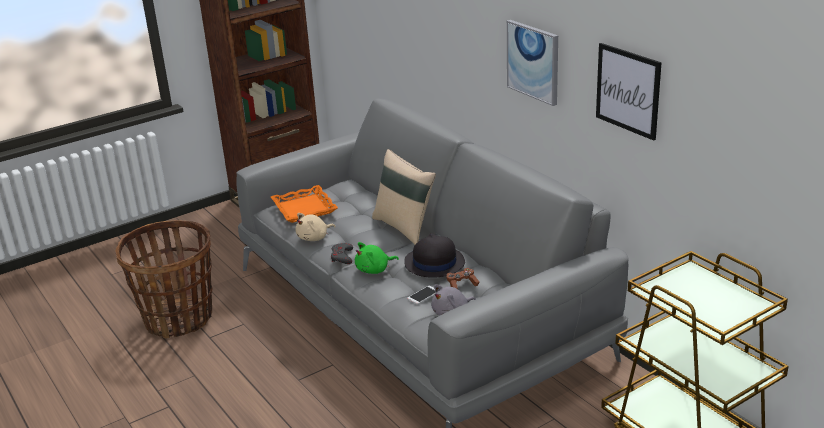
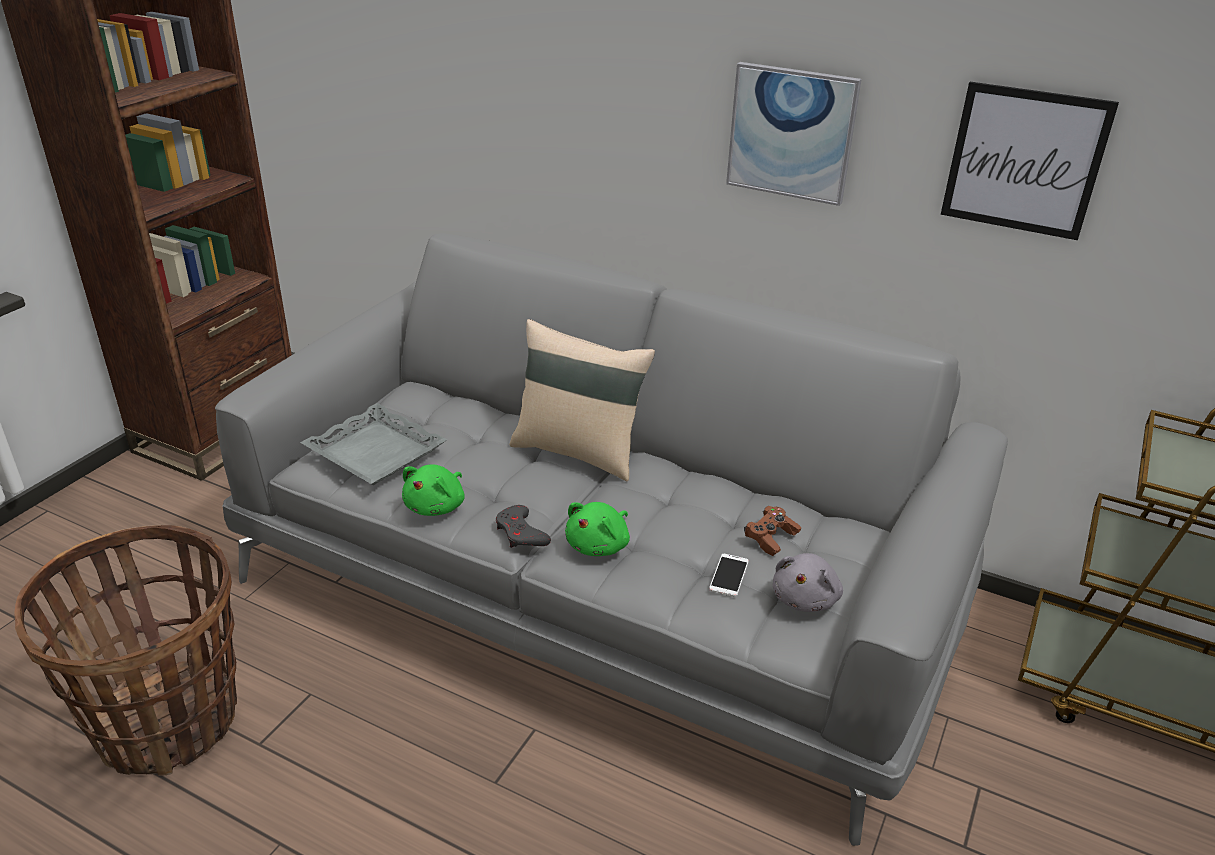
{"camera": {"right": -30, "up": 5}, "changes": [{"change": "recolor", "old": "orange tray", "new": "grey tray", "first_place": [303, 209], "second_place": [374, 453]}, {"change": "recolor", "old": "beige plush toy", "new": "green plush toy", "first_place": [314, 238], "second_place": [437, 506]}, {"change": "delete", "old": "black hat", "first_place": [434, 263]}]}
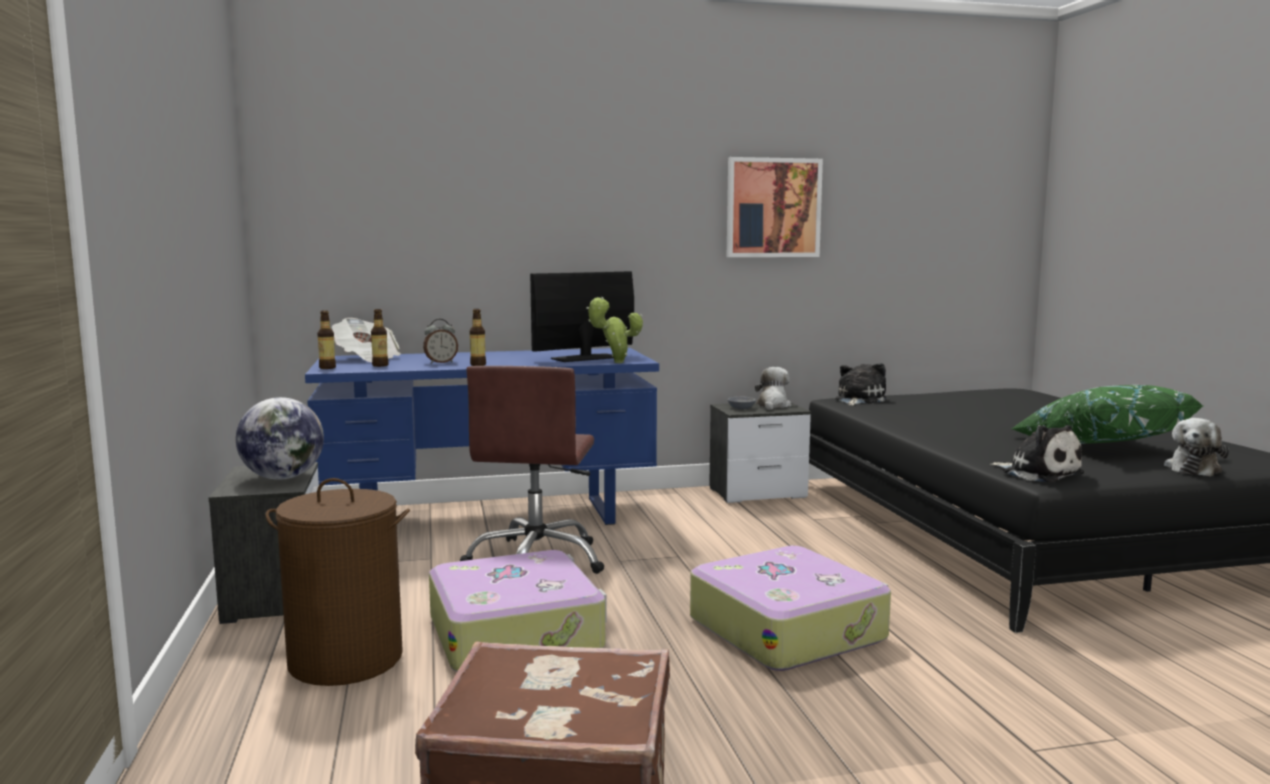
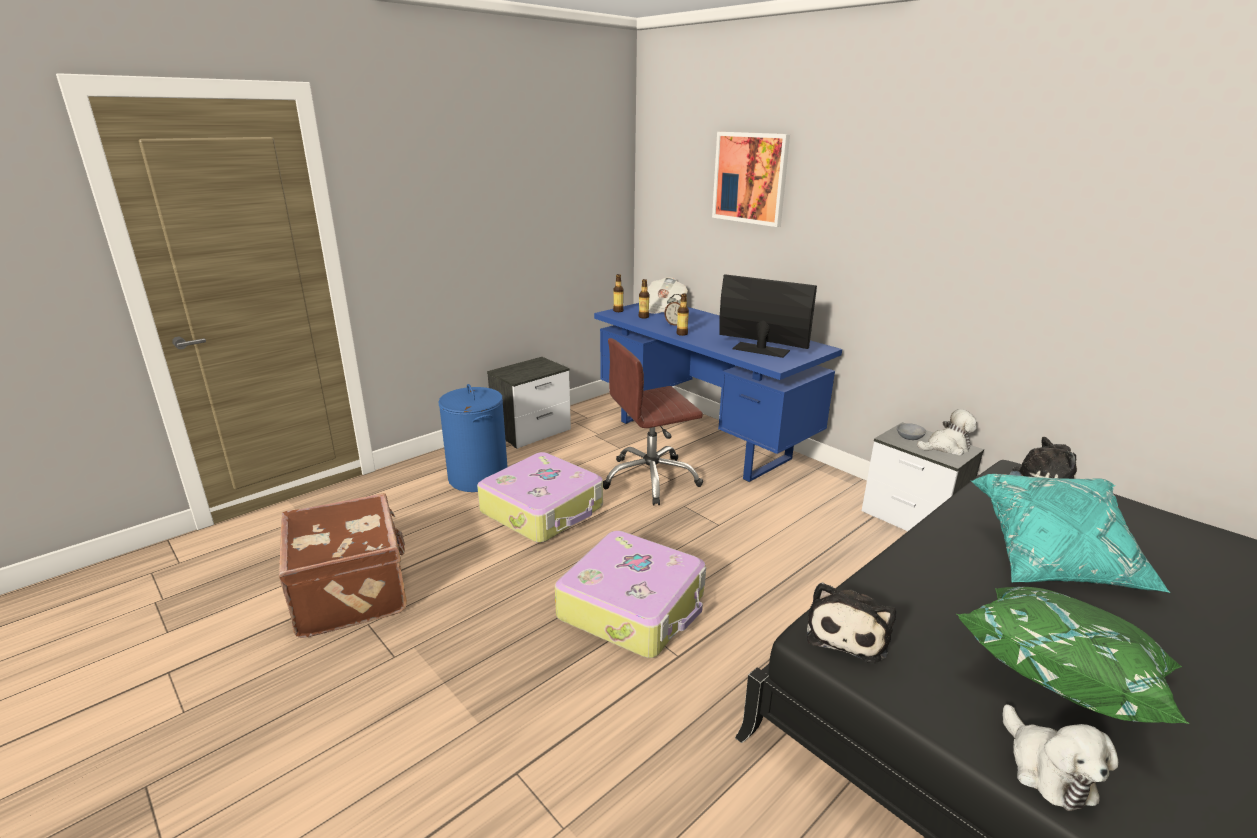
{"camera": {"right": 60, "up": 15}, "changes": [{"change": "move", "old": "picture", "first_place": [773, 208], "second_place": [750, 178]}, {"change": "delete", "old": "potted plant", "first_place": [615, 362]}, {"change": "delete", "old": "globe", "first_place": [282, 478]}, {"change": "rotate", "old": "plush toy", "first_place": [1193, 468], "second_place": [1047, 769], "degrees": -105}, {"change": "recolor", "old": "brown laundry basket", "new": "blue laundry basket", "first_place": [346, 660], "second_place": [478, 477]}, {"change": "insert", "new": "turquoise pillow", "second_place": [1055, 558]}]}
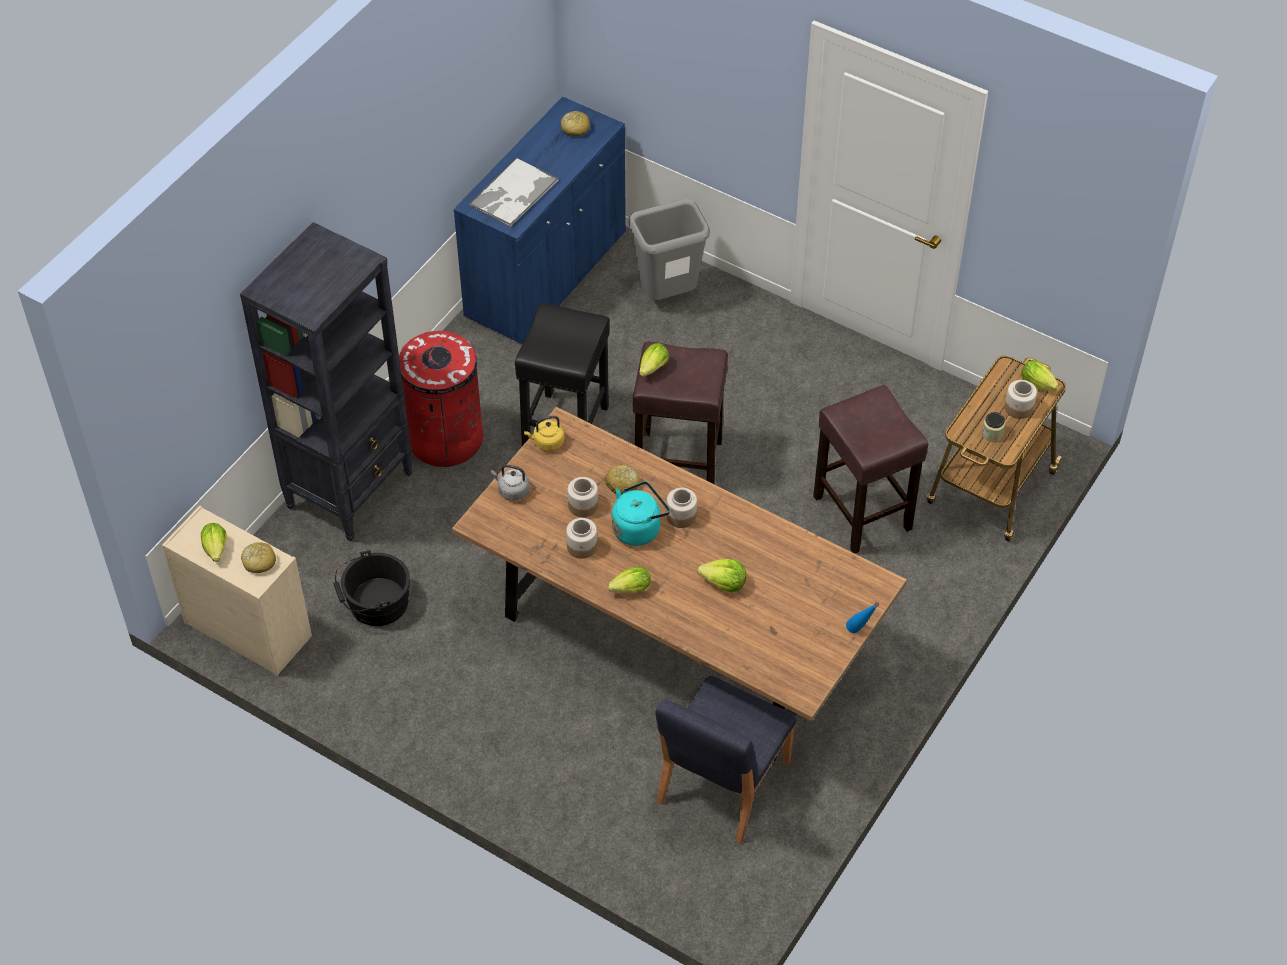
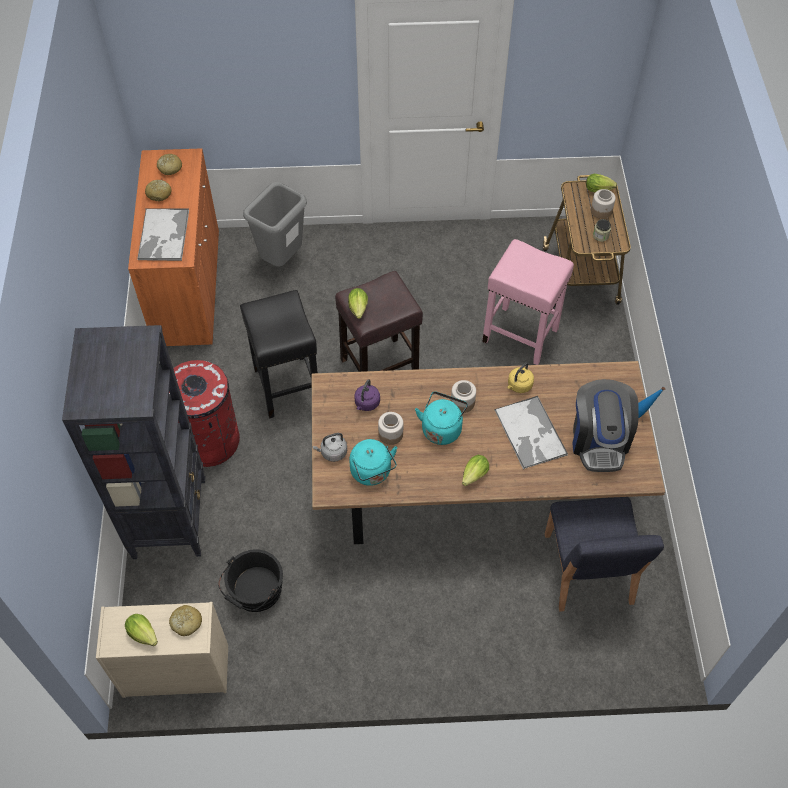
{"camera": {"right": -35, "up": 5}, "changes": [{"change": "recolor", "old": "blue cabinet", "new": "orange cabinet", "first_place": [546, 275], "second_place": [188, 288]}, {"change": "recolor", "old": "brown stool", "new": "pink stool", "first_place": [863, 514], "second_place": [521, 335]}, {"change": "move", "old": "yellow kettle", "first_place": [547, 442], "second_place": [519, 386]}, {"change": "move", "old": "bread", "first_place": [622, 484], "second_place": [159, 194]}, {"change": "delete", "old": "jar", "first_place": [582, 547]}, {"change": "replace", "old": "lettuce", "new": "tray", "first_place": [724, 583], "second_place": [530, 433]}, {"change": "insert", "new": "purple kettle", "second_place": [366, 404]}, {"change": "insert", "new": "coffee machine", "second_place": [599, 440]}, {"change": "insert", "new": "turquoise kettle", "second_place": [372, 473]}]}
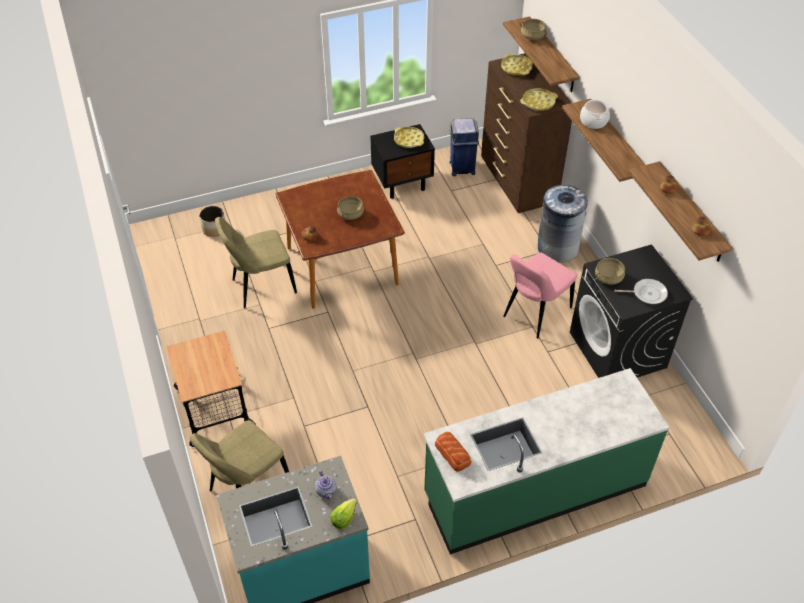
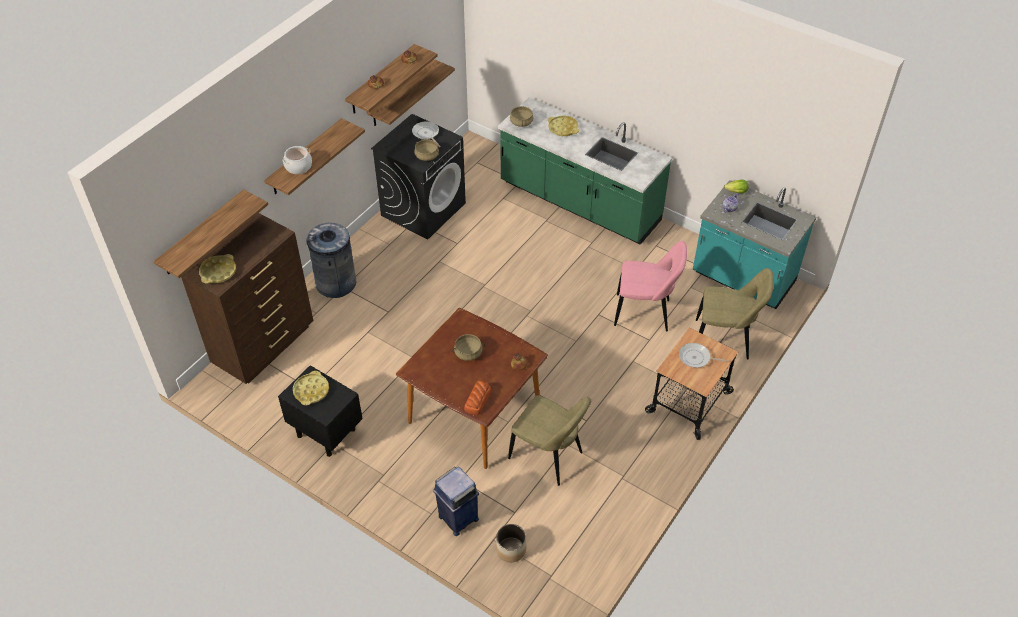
{"camera": {"right": -125, "up": 0}, "changes": [{"change": "move", "old": "beige cooking pot", "first_place": [532, 36], "second_place": [521, 122]}, {"change": "move", "old": "yellow tray", "first_place": [538, 102], "second_place": [563, 128]}, {"change": "move", "old": "blue trash can", "first_place": [462, 167], "second_place": [457, 518]}, {"change": "move", "old": "pink chair", "first_place": [535, 314], "second_place": [645, 313]}, {"change": "move", "old": "bread", "first_place": [452, 453], "second_place": [477, 400]}, {"change": "insert", "new": "shelf", "second_place": [401, 93]}, {"change": "insert", "new": "frying pan", "second_place": [696, 358]}]}
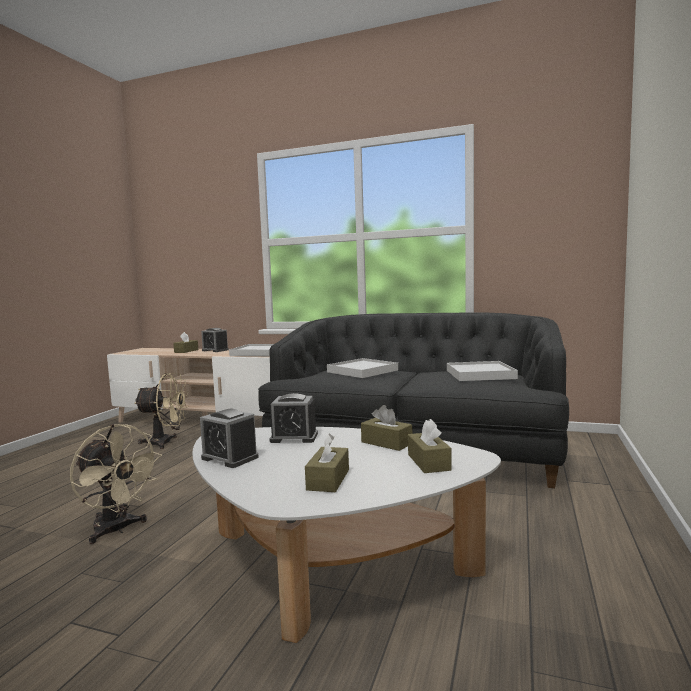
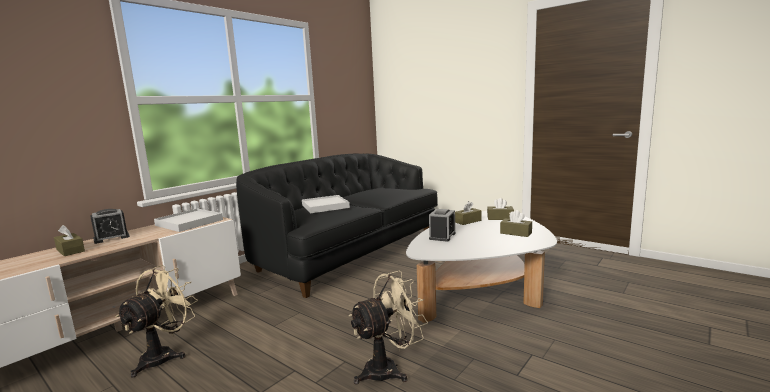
{"camera": {"right": -70, "up": 5}, "changes": [{"change": "delete", "old": "white tray", "first_place": [480, 374]}, {"change": "delete", "old": "alarm clock", "first_place": [230, 458]}]}
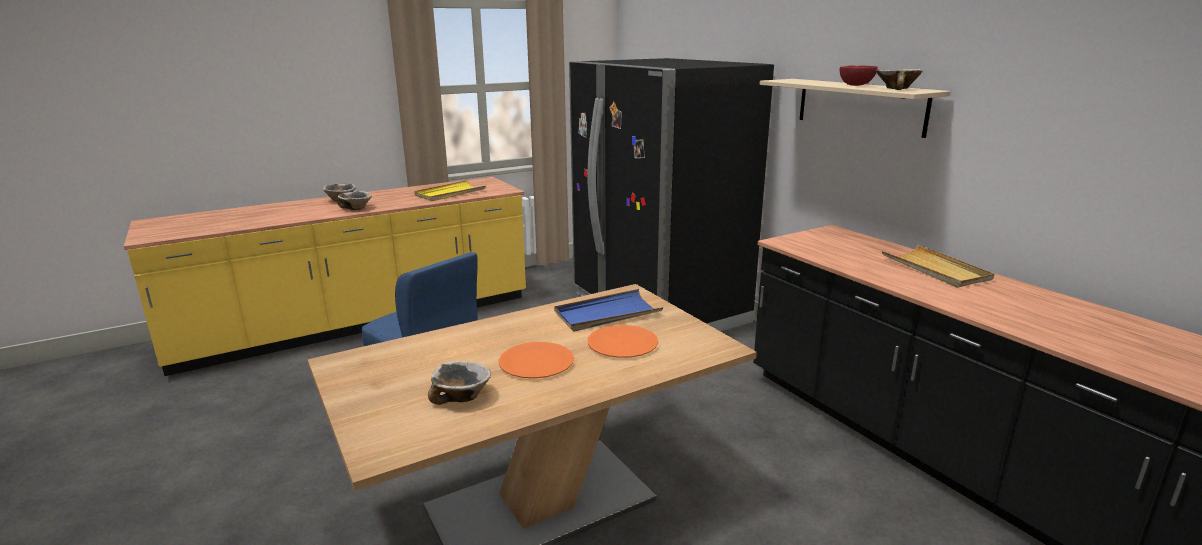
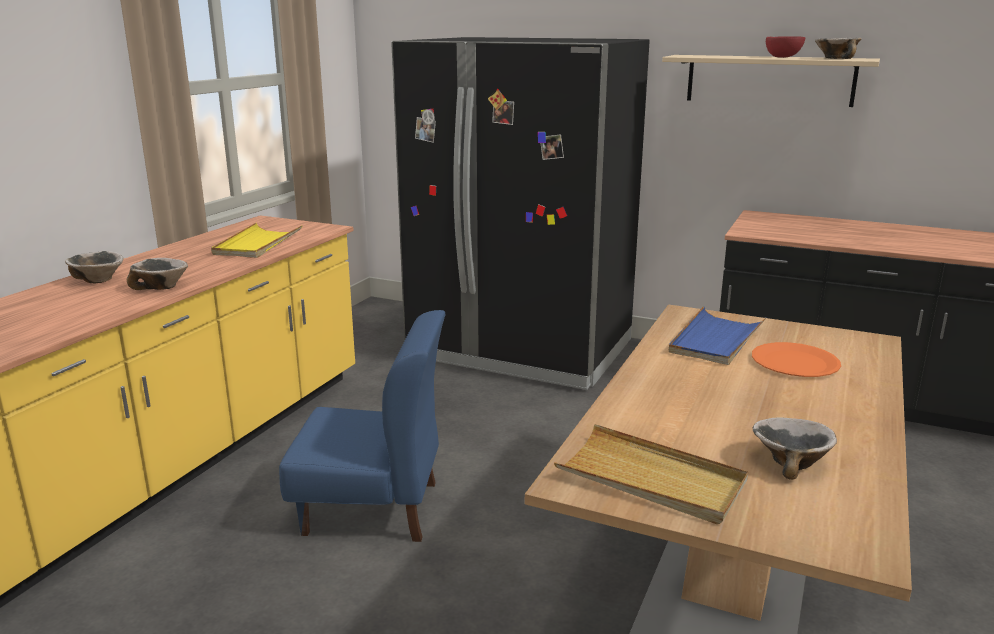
{"camera": {"right": -35, "up": 0}, "changes": [{"change": "move", "old": "beige tray", "first_place": [935, 269], "second_place": [651, 479]}, {"change": "delete", "old": "orange plate", "first_place": [536, 362]}]}
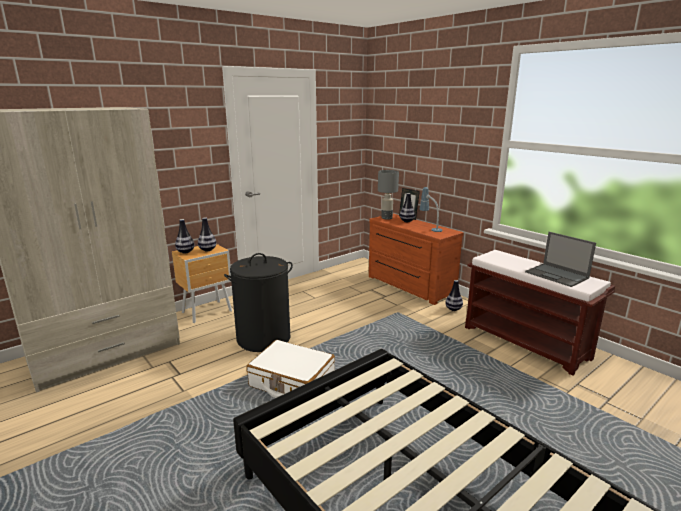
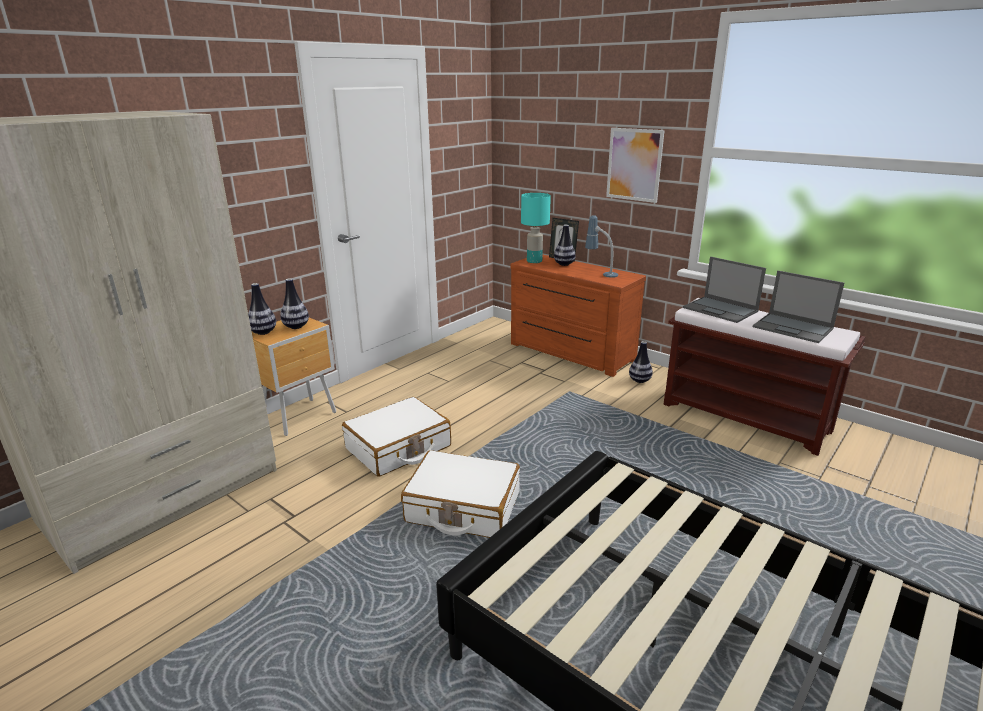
{"camera": {"right": -10, "up": 5}, "changes": [{"change": "recolor", "old": "grey table lamp", "new": "turquoise table lamp", "first_place": [386, 218], "second_place": [534, 261]}, {"change": "replace", "old": "black laundry basket", "new": "white suitcase", "first_place": [263, 338], "second_place": [398, 448]}, {"change": "insert", "new": "picture", "second_place": [634, 165]}, {"change": "insert", "new": "laptop", "second_place": [721, 310]}]}
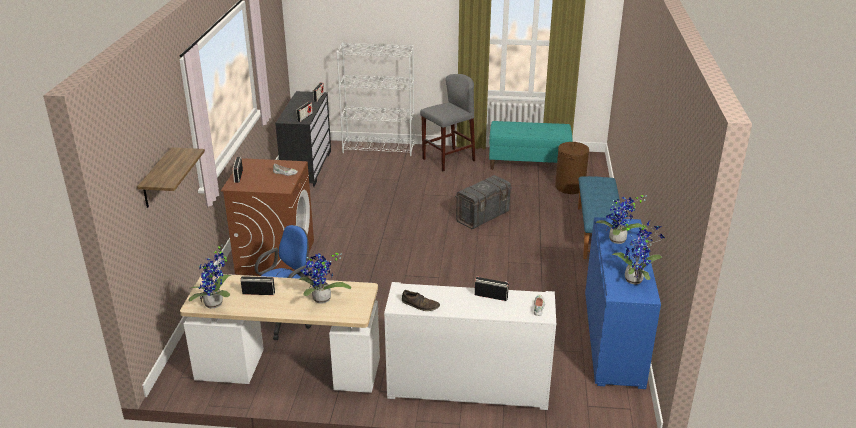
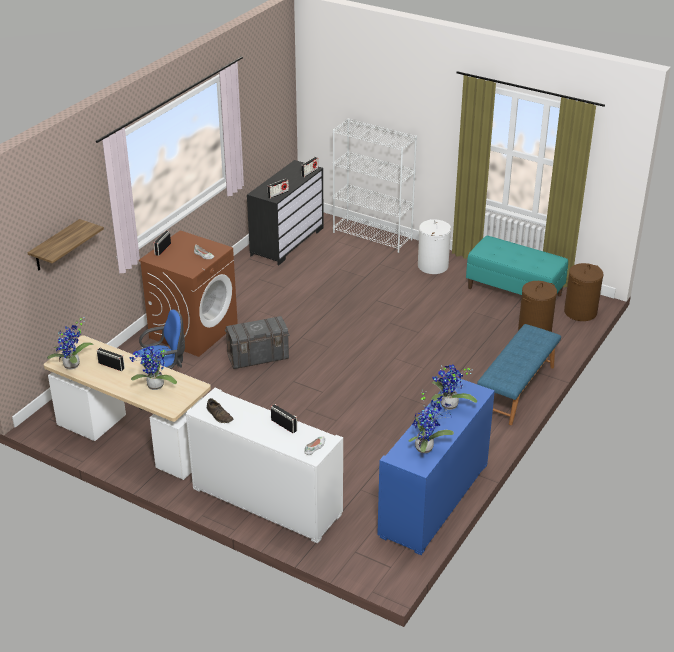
{"camera": {"right": 25, "up": 5}, "changes": [{"change": "replace", "old": "grey stool", "new": "white laundry basket", "first_place": [448, 159], "second_place": [433, 266]}, {"change": "move", "old": "grey storage box", "first_place": [483, 216], "second_place": [258, 357]}, {"change": "insert", "new": "brown laundry basket", "second_place": [580, 312]}]}
